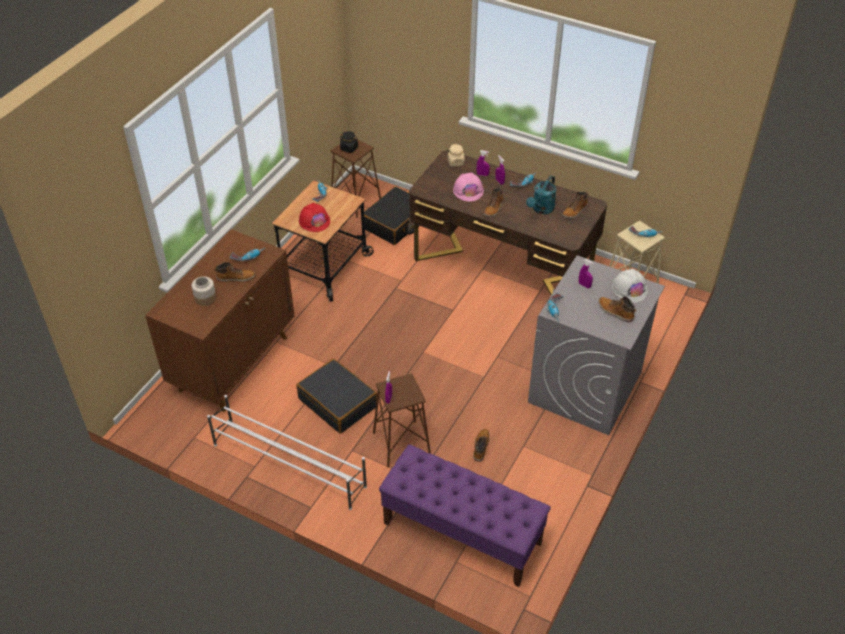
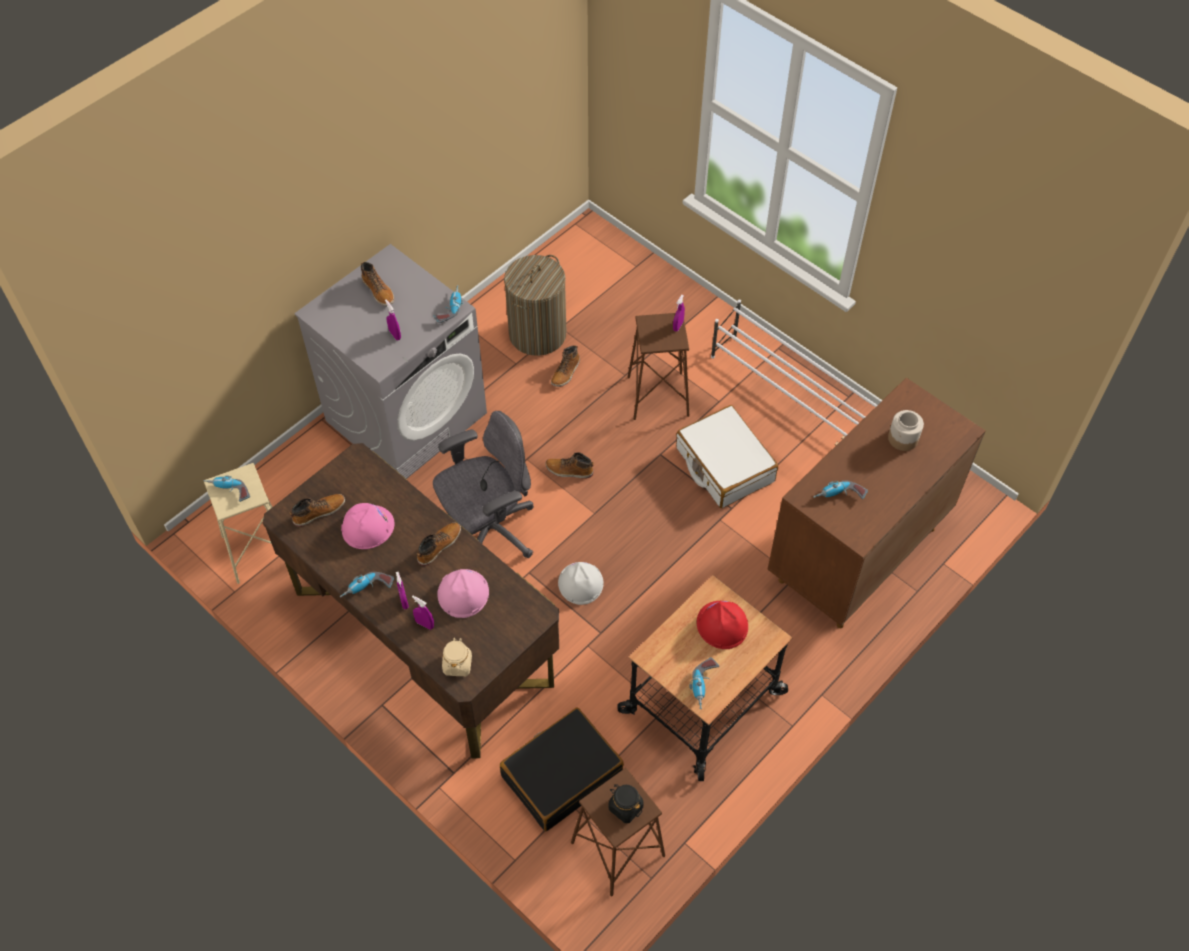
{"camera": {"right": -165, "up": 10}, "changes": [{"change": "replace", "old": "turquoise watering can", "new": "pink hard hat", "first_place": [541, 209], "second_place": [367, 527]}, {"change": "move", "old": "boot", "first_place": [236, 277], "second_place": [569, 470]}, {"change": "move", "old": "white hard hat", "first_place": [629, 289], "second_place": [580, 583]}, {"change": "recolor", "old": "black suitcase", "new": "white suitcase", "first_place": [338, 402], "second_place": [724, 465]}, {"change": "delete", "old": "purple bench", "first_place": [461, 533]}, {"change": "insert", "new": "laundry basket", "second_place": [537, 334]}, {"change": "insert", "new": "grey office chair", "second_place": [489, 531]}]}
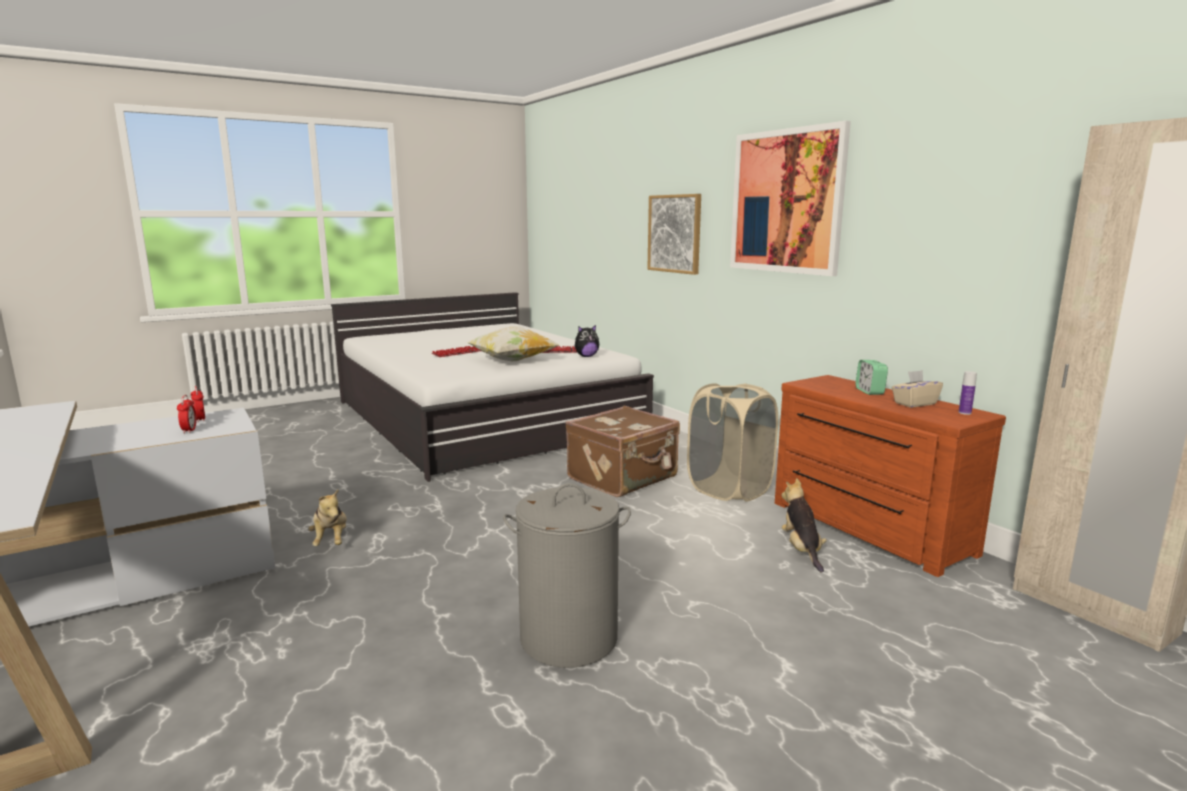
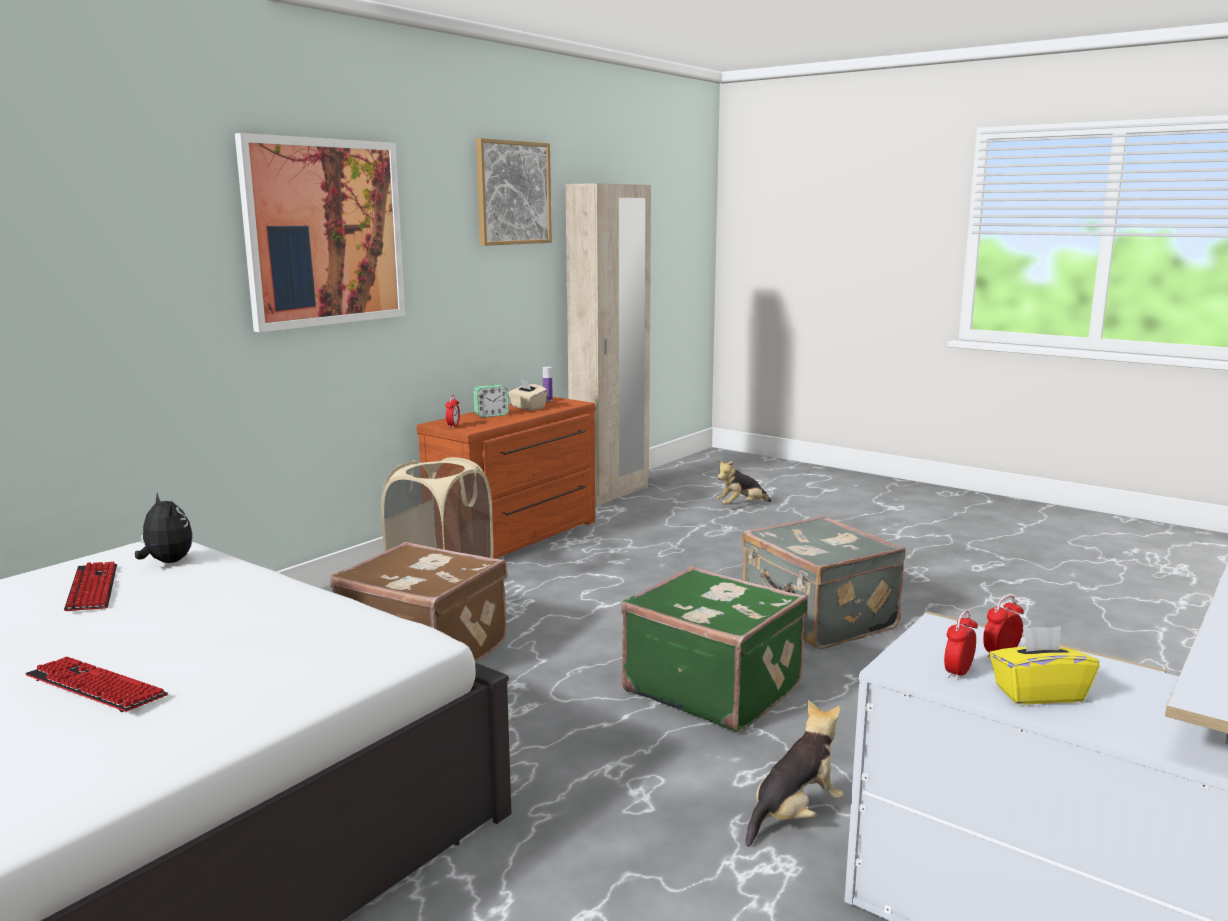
{"camera": {"right": -110, "up": 0}, "changes": [{"change": "move", "old": "picture", "first_place": [674, 233], "second_place": [513, 193]}, {"change": "delete", "old": "pillow", "first_place": [513, 361]}, {"change": "move", "old": "plush toy", "first_place": [801, 550], "second_place": [741, 506]}, {"change": "replace", "old": "grey laundry basket", "new": "grey suitcase", "first_place": [568, 638], "second_place": [817, 619]}, {"change": "insert", "new": "alarm clock", "second_place": [453, 426]}, {"change": "insert", "new": "green suitcase", "second_place": [713, 688]}, {"change": "insert", "new": "yellow tissue box", "second_place": [1038, 693]}]}
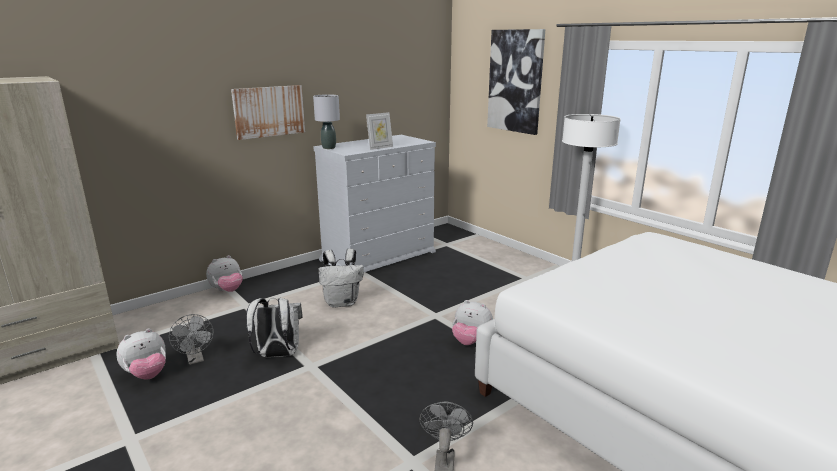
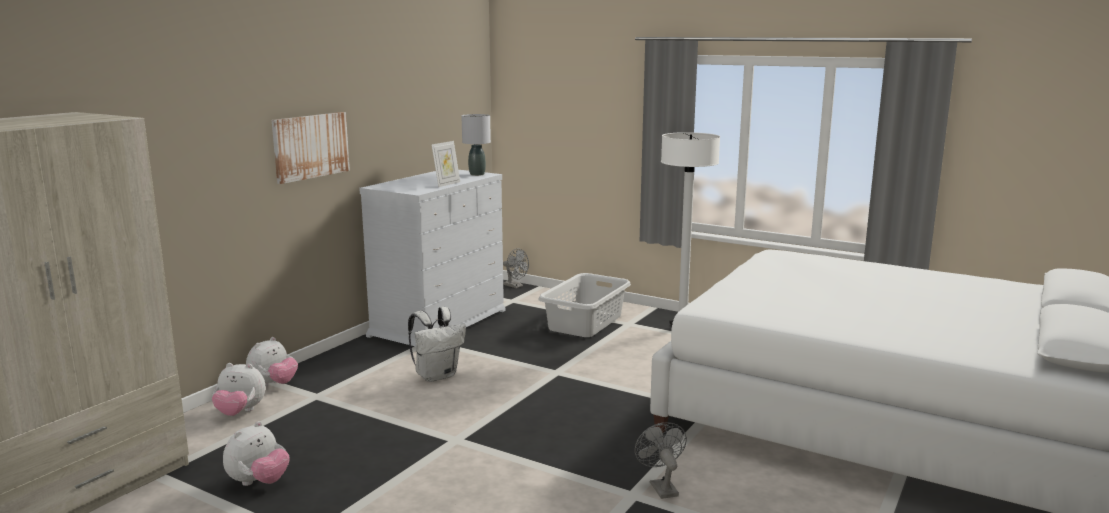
{"camera": {"right": -20, "up": -5}, "changes": [{"change": "delete", "old": "picture", "first_place": [515, 81]}, {"change": "move", "old": "grey table lamp", "first_place": [329, 148], "second_place": [477, 174]}, {"change": "delete", "old": "white backpack", "first_place": [277, 355]}, {"change": "move", "old": "plush toy", "first_place": [471, 341], "second_place": [240, 412]}, {"change": "move", "old": "grey fan", "first_place": [196, 359], "second_place": [515, 286]}, {"change": "insert", "new": "grey laundry basket", "second_place": [586, 322]}]}
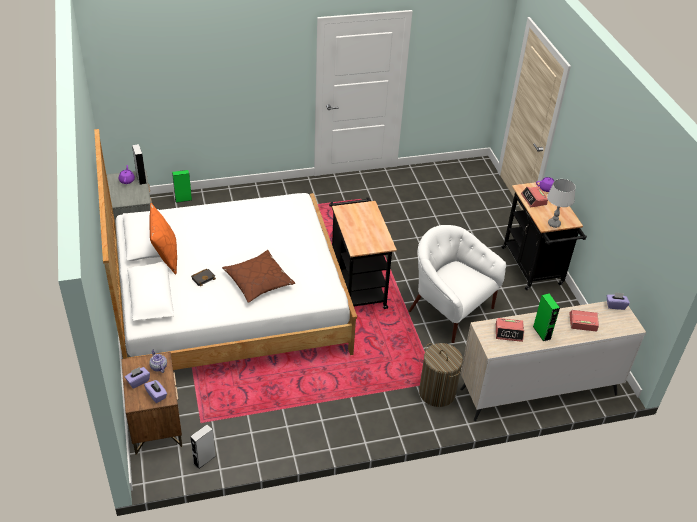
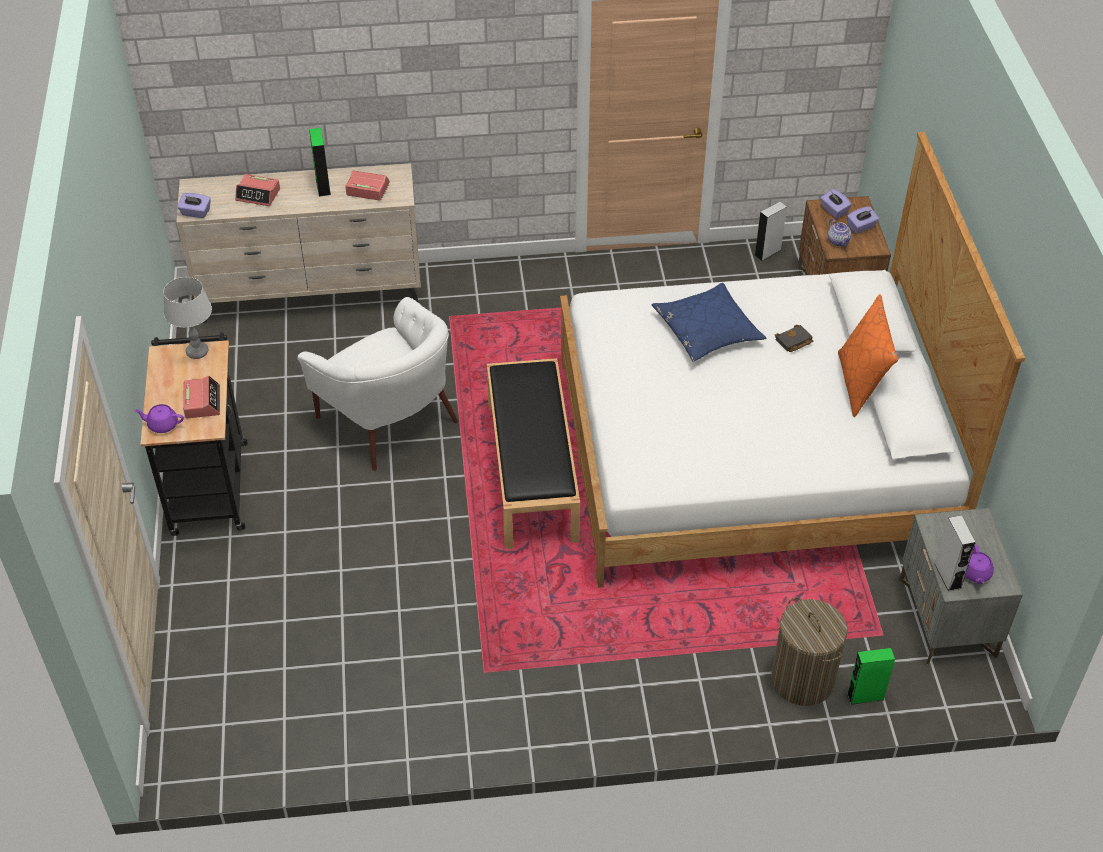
{"camera": {"right": -170, "up": 5}, "changes": [{"change": "replace", "old": "black cart", "new": "black bench", "first_place": [357, 285], "second_place": [533, 472]}, {"change": "recolor", "old": "brown pillow", "new": "blue pillow", "first_place": [258, 281], "second_place": [707, 330]}, {"change": "move", "old": "laundry basket", "first_place": [437, 392], "second_place": [802, 680]}]}
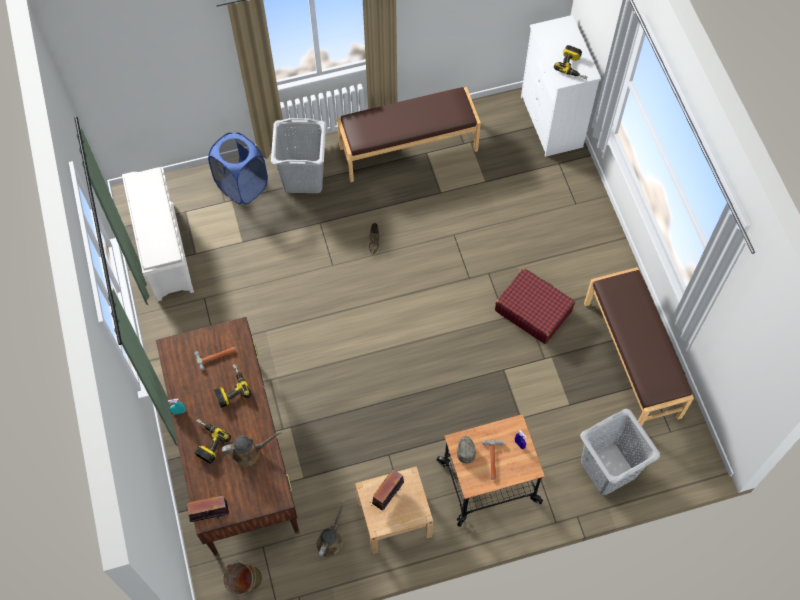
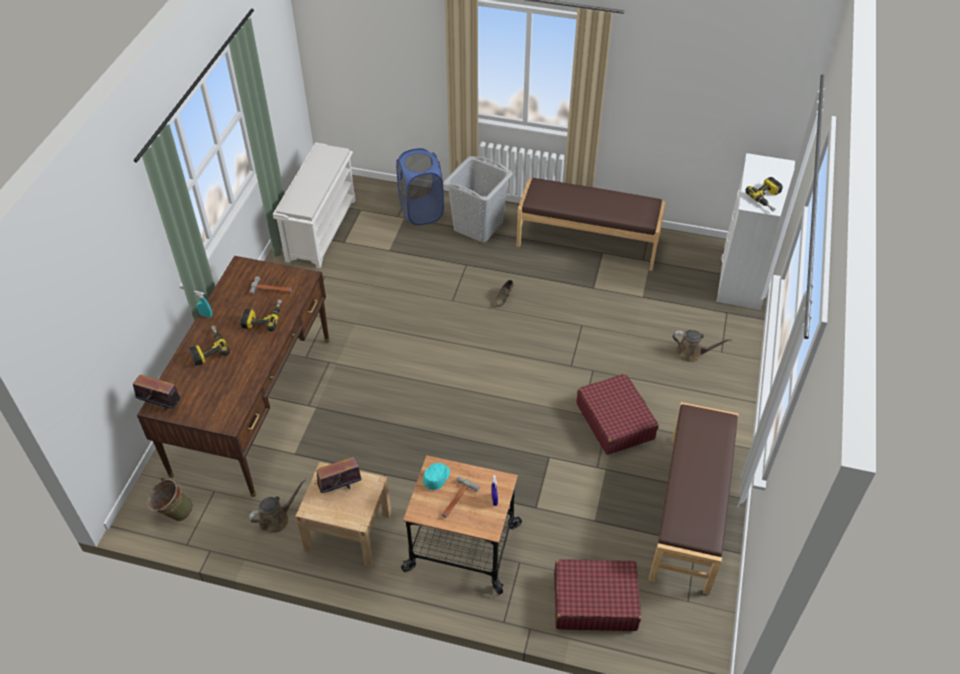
{"camera": {"right": 30, "up": -15}, "changes": [{"change": "replace", "old": "grey laundry basket", "new": "red suitcase", "first_place": [608, 469], "second_place": [594, 601]}, {"change": "move", "old": "brown watering can", "first_place": [249, 452], "second_place": [692, 353]}, {"change": "recolor", "old": "grey cap", "new": "turquoise cap", "first_place": [466, 450], "second_place": [437, 478]}]}
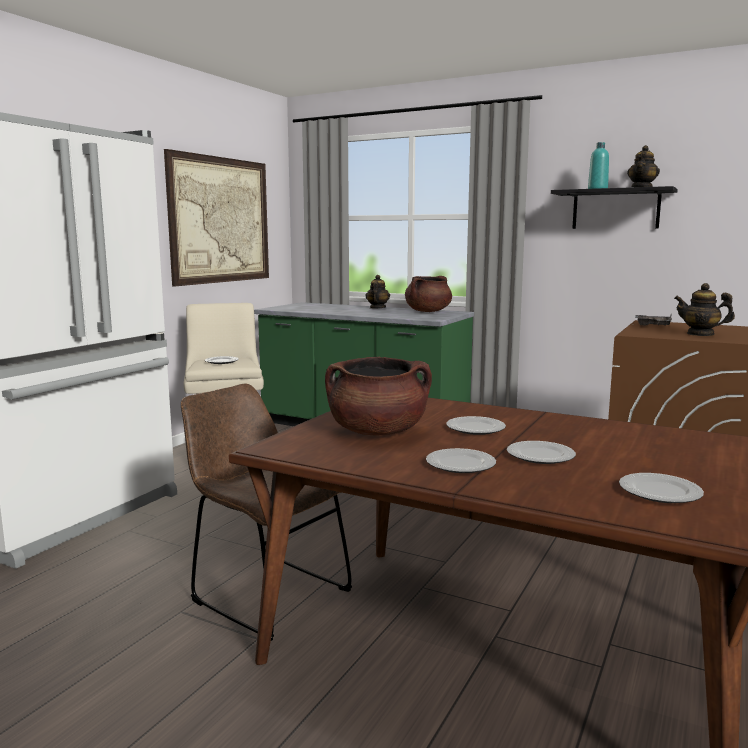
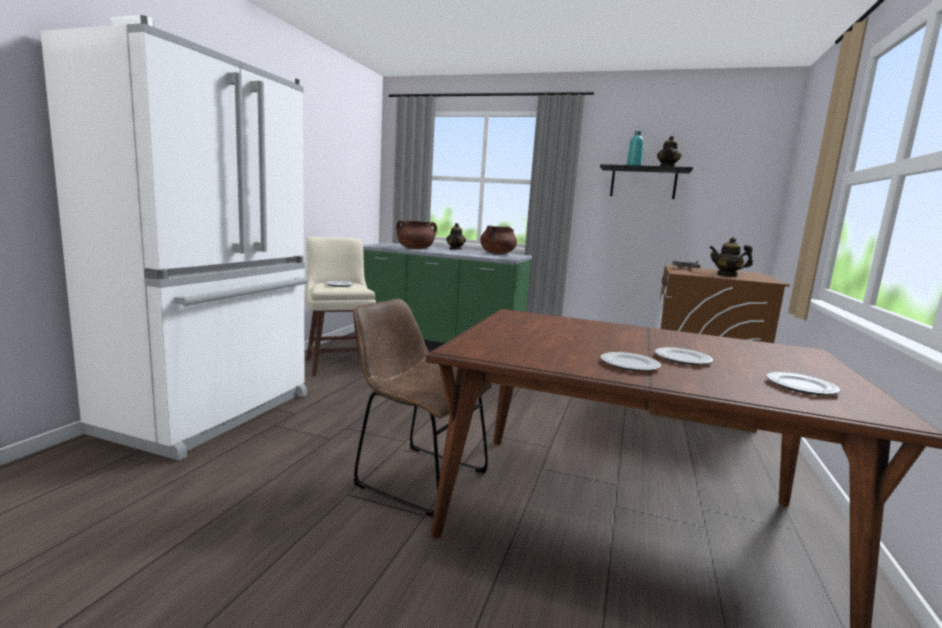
{"camera": {"right": -10, "up": 0}, "changes": [{"change": "delete", "old": "picture", "first_place": [220, 220]}, {"change": "move", "old": "brown cooking pot", "first_place": [378, 432], "second_place": [415, 248]}, {"change": "delete", "old": "plate", "first_place": [475, 428]}]}
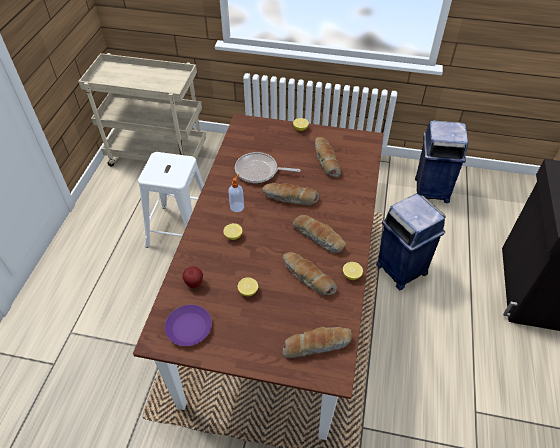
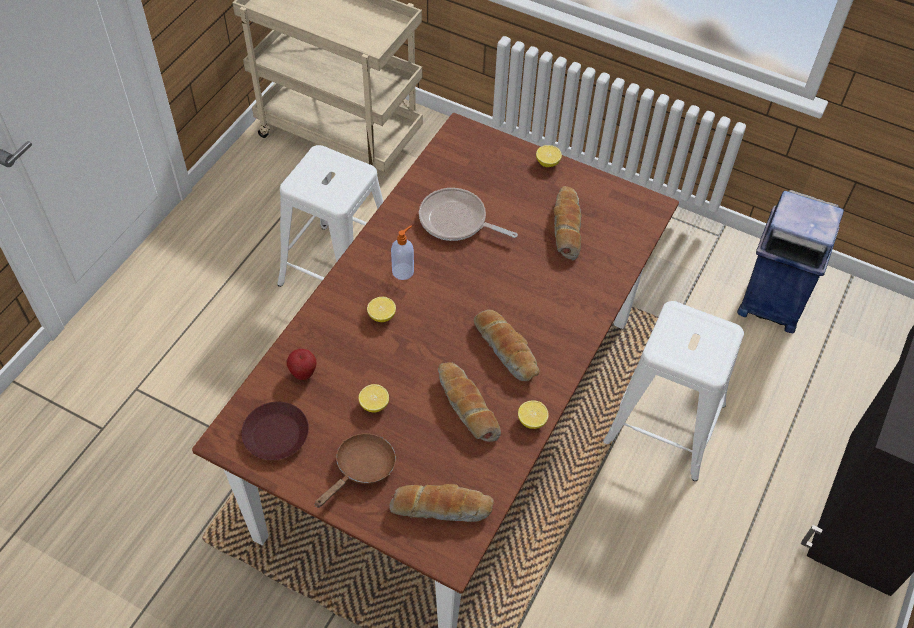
{"camera": {"right": 15, "up": 5}, "changes": [{"change": "delete", "old": "bread", "first_place": [290, 198]}, {"change": "replace", "old": "blue trash can", "new": "white stool", "first_place": [401, 268], "second_place": [664, 423]}, {"change": "recolor", "old": "purple plate", "new": "brown plate", "first_place": [189, 327], "second_place": [276, 434]}, {"change": "insert", "new": "brown frying pan", "second_place": [361, 469]}]}
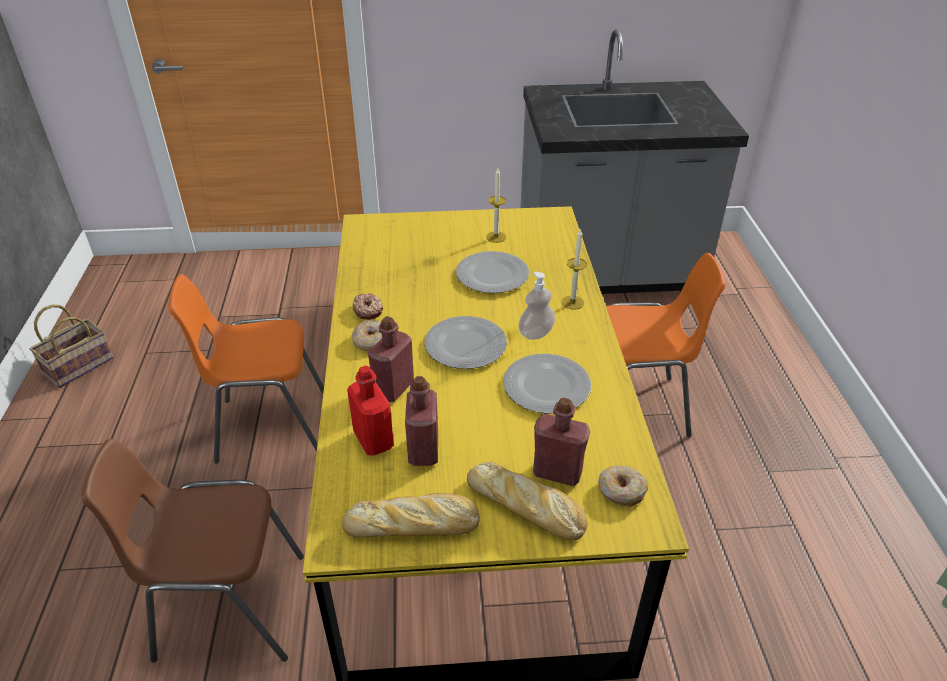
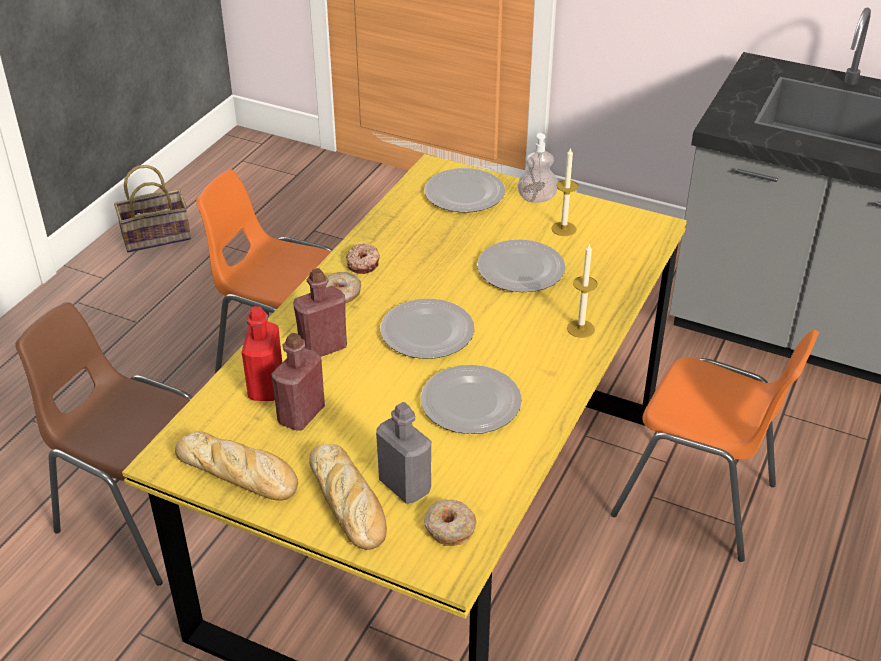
{"camera": {"right": 30, "up": 0}, "changes": [{"change": "move", "old": "soap dispenser", "first_place": [536, 333], "second_place": [537, 198]}, {"change": "recolor", "old": "red bottle", "new": "grey bottle", "first_place": [557, 472], "second_place": [405, 486]}, {"change": "insert", "new": "plate", "second_place": [463, 194]}]}
